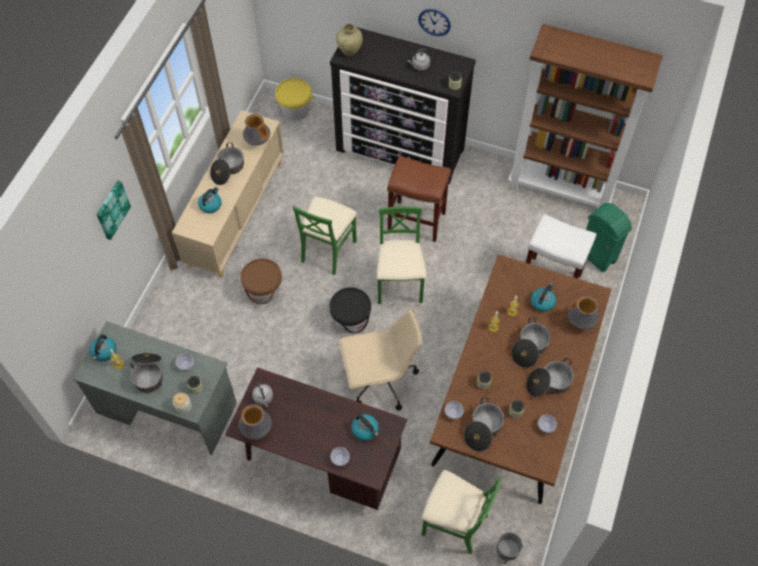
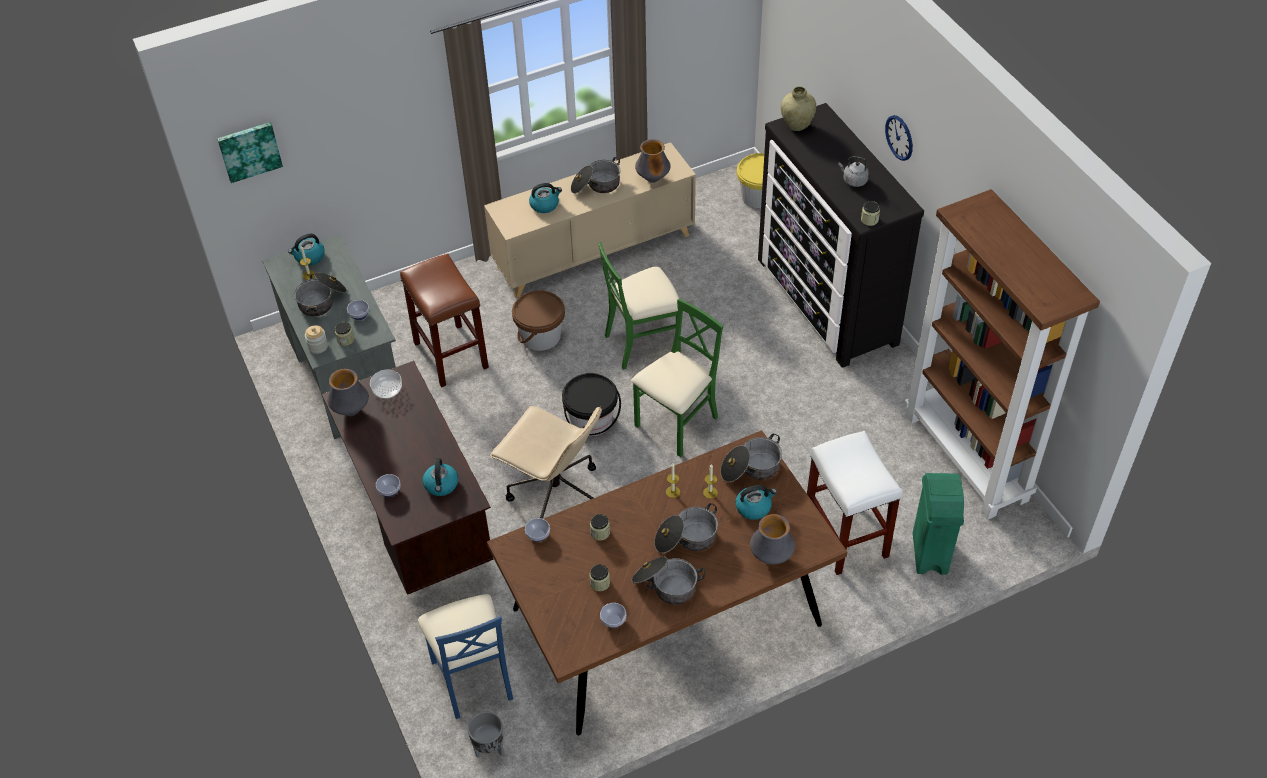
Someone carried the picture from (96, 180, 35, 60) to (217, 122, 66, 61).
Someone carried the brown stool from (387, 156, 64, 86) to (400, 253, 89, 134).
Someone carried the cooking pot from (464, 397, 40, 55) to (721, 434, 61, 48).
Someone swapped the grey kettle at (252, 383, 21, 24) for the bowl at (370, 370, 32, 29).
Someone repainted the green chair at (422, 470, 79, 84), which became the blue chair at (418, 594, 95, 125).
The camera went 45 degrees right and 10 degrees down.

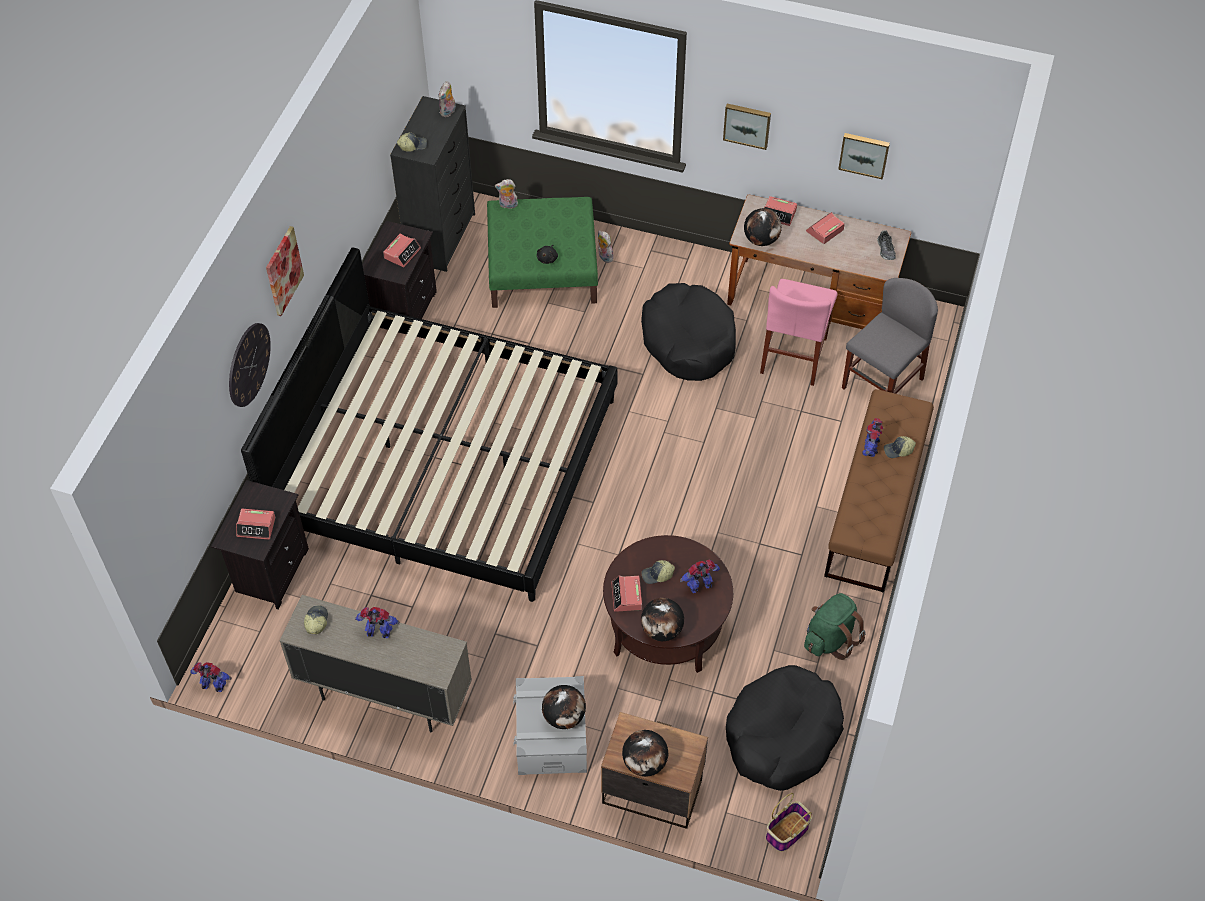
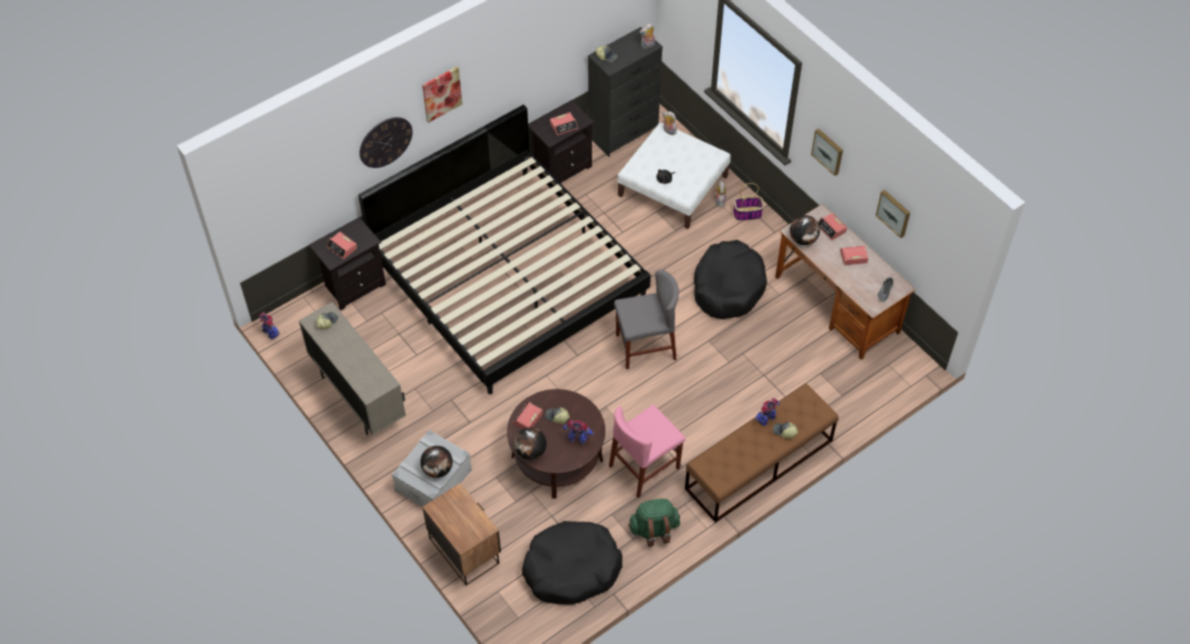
Someone took away the toy robot at (355, 607, 45, 31).
Someone took away the globe at (622, 730, 46, 47).
Someone carried the pink chair from (760, 279, 78, 107) to (609, 405, 76, 93).
Someone carried the basket from (766, 793, 46, 59) to (733, 183, 31, 38).
Someone carried the grey chair from (842, 278, 96, 116) to (614, 270, 65, 99).
Someone repainted the green ottoman at (487, 197, 111, 111), which became the white ottoman at (617, 122, 114, 107).
The camera went 35 degrees right and 0 degrees up.

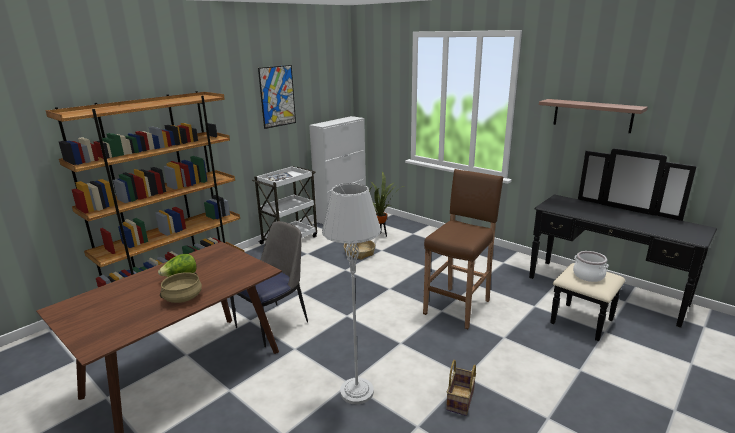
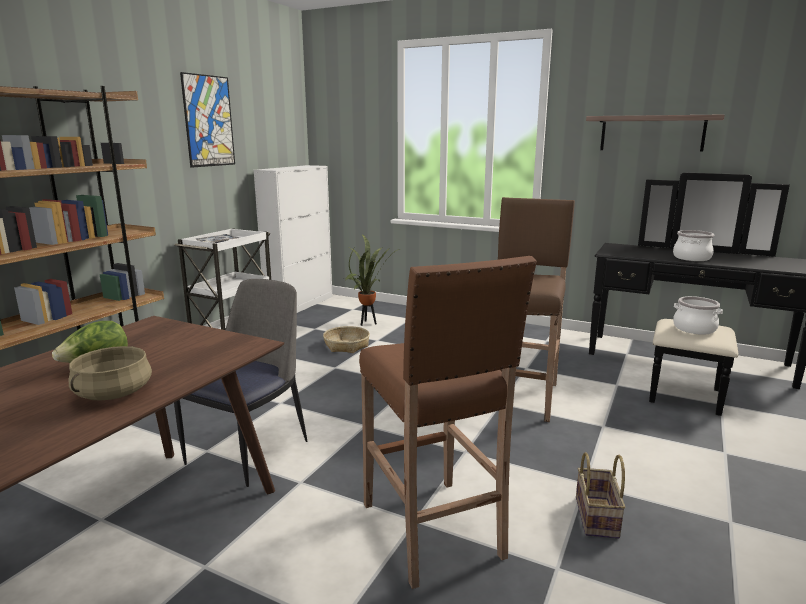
Someone put down the cooking pot at (673, 230, 41, 31).
Someone swapped the grey floor lamp at (322, 183, 59, 221) for the brown stool at (359, 256, 178, 333).
The camera went 15 degrees left and 5 degrees down.

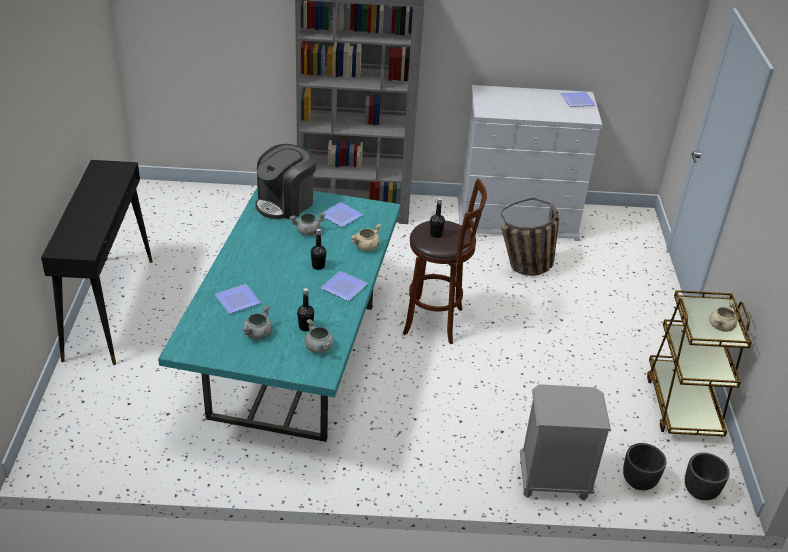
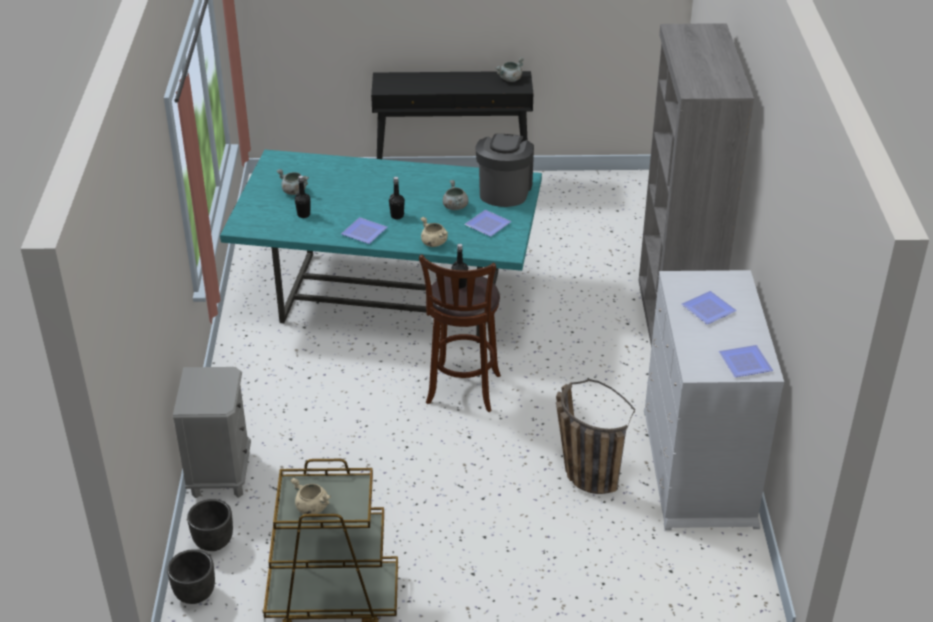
Someone carried the plate from (215, 284, 46, 30) to (681, 291, 56, 33).
Someone carried the grey cooking pot from (305, 319, 28, 34) to (496, 57, 28, 25).
Someone rotated the coffee machine at (255, 144, 61, 76) by 60 degrees clockwise.
The camera went 90 degrees right and 0 degrees up.

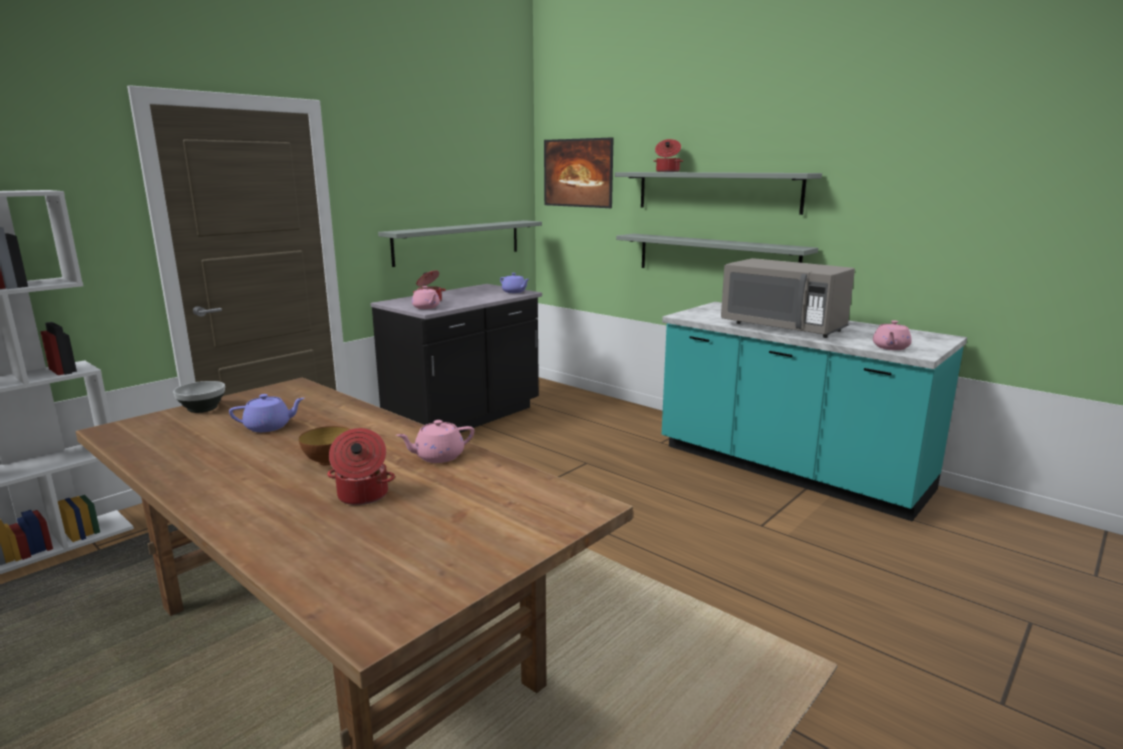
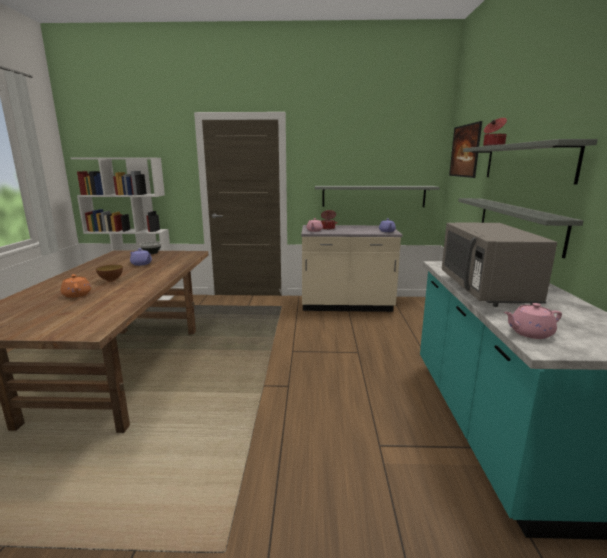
Someone took away the pink teapot at (396, 420, 78, 43).
Someone swapped the cooking pot at (327, 428, 68, 77) for the orange teapot at (61, 274, 30, 24).
Someone repainted the black counter at (370, 284, 172, 149), which became the beige counter at (301, 225, 102, 87).
The camera went 50 degrees right and 0 degrees up.

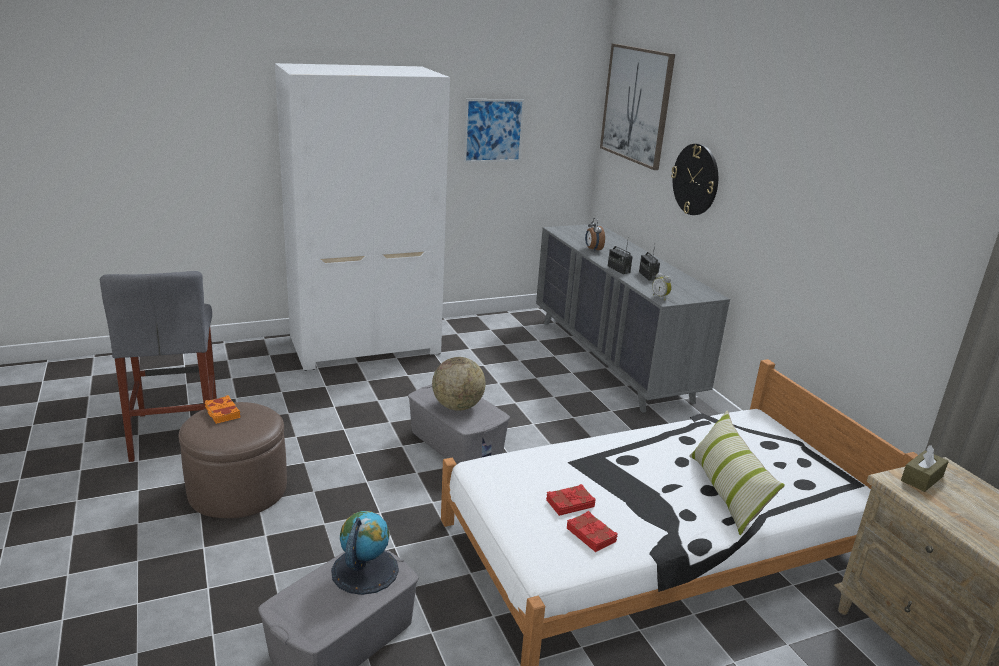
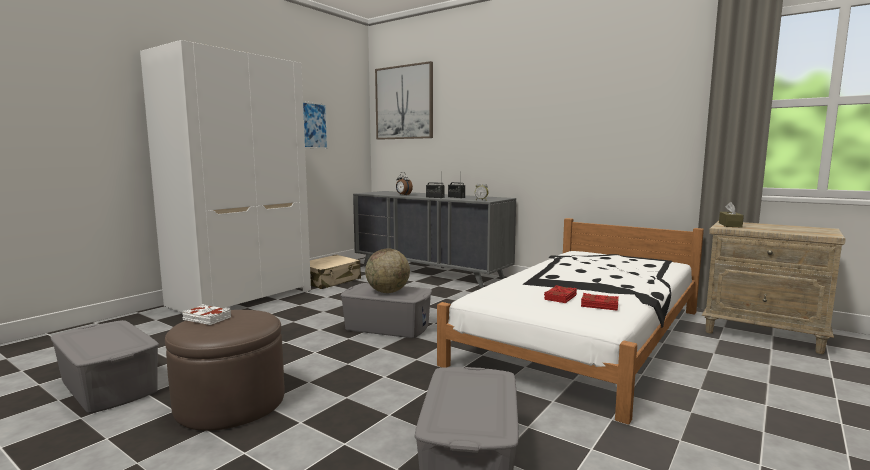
Someone took away the globe at (331, 511, 68, 84).
Someone took away the wall clock at (671, 144, 47, 71).
Someone took away the pillow at (689, 411, 96, 124).
Someone put down the beige suitcase at (310, 255, 51, 34).
Someone swapped the grey stool at (100, 271, 117, 191) for the grey storage box at (51, 320, 108, 94).
Someone repainted the orange book at (205, 395, 35, 29), which became the white book at (182, 304, 49, 21).
The camera went 30 degrees left and 15 degrees down.

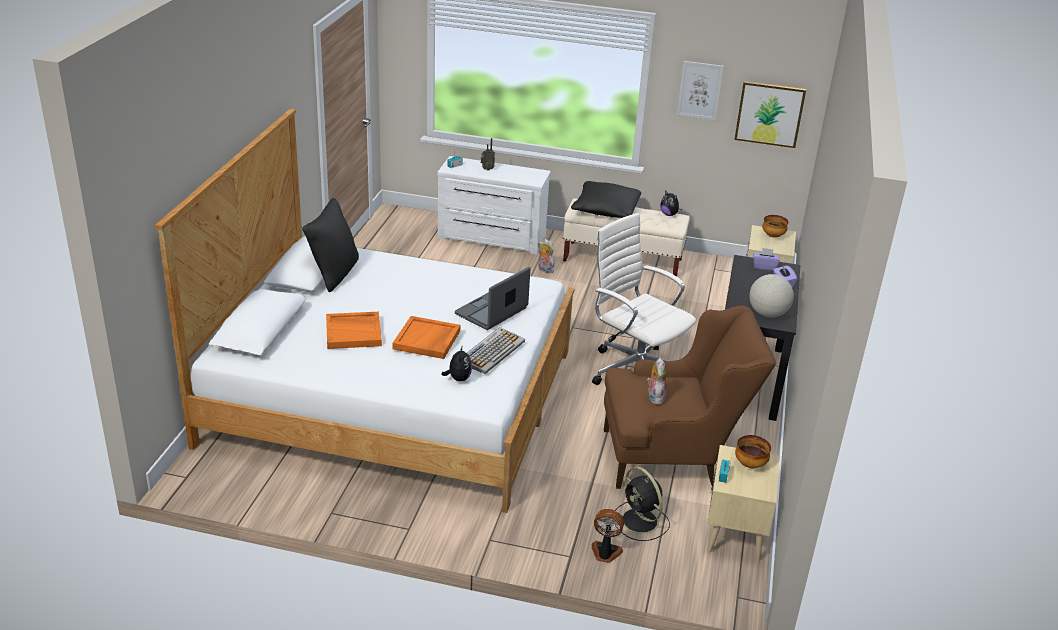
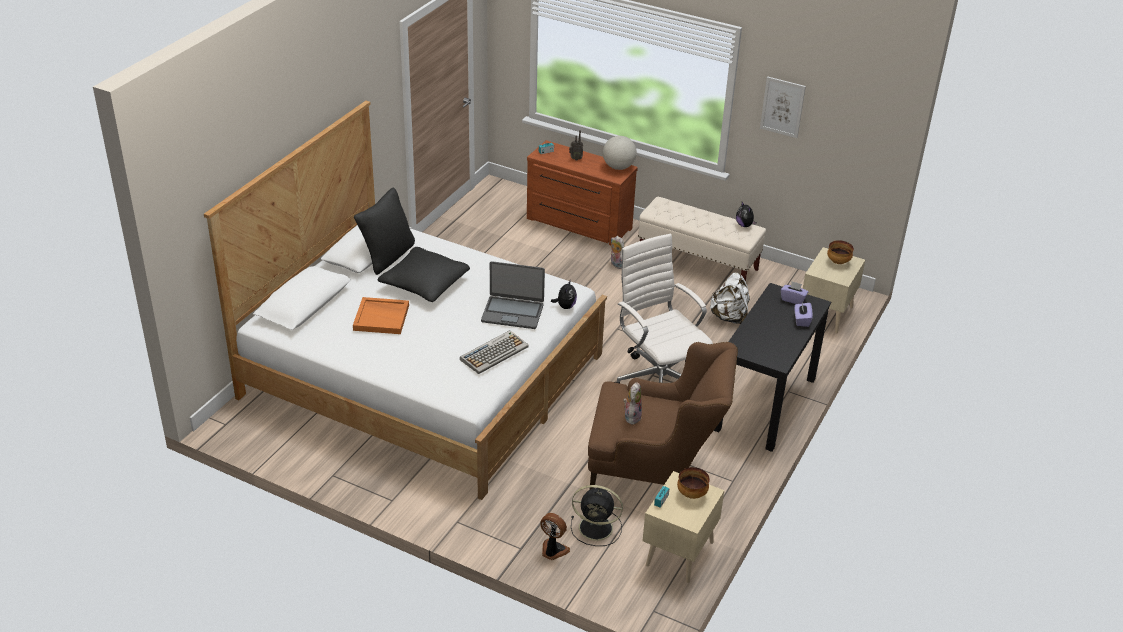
Someone took away the orange tray at (393, 316, 67, 43).
Someone took away the picture at (734, 81, 72, 67).
Someone put down the white backpack at (710, 272, 40, 52).
Someone carried the plush toy from (441, 345, 31, 36) to (551, 279, 26, 30).
Someone carried the black pillow from (571, 181, 70, 37) to (378, 247, 92, 55).
Someone carried the globe from (749, 274, 45, 44) to (603, 136, 34, 34).
Someone repainted the white dresser at (437, 156, 114, 98), which became the brown dresser at (527, 140, 111, 105).
Someone rotated the laptop at (455, 267, 75, 63) by 135 degrees counterclockwise.
Someone rotated the black fan at (615, 467, 55, 74) by 60 degrees counterclockwise.
The camera went 15 degrees right and 5 degrees up.

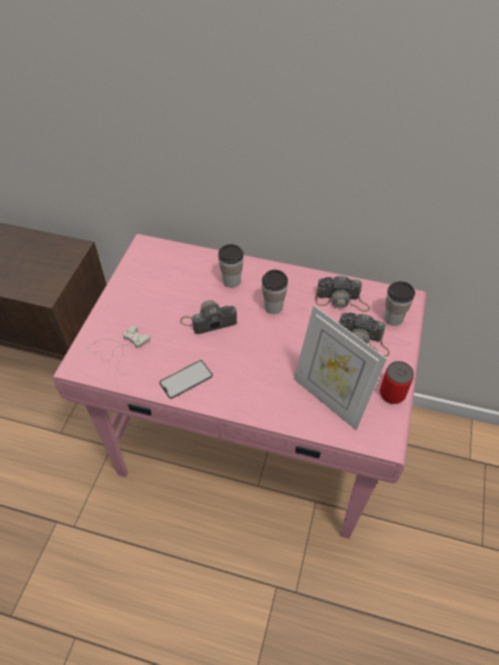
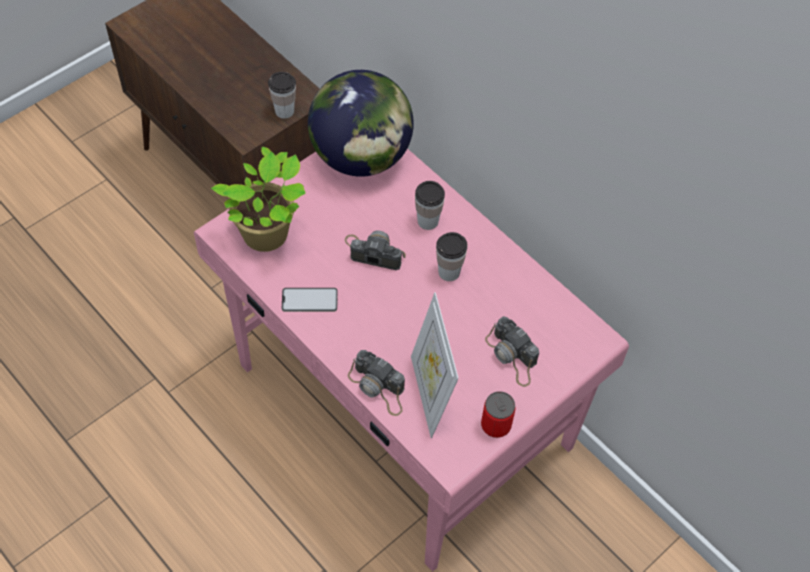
Someone put down the globe at (308, 70, 106, 107).
Someone carried the photo camera from (315, 275, 55, 37) to (348, 350, 57, 66).
Someone carried the cup from (384, 281, 31, 45) to (268, 72, 28, 47).
Someone swapped the white game controller at (87, 325, 63, 50) for the potted plant at (211, 147, 95, 105).
The camera went 30 degrees right and 5 degrees up.

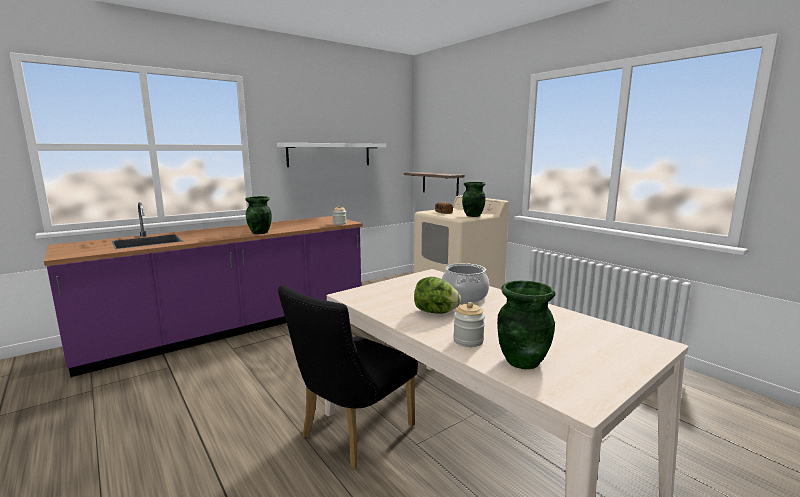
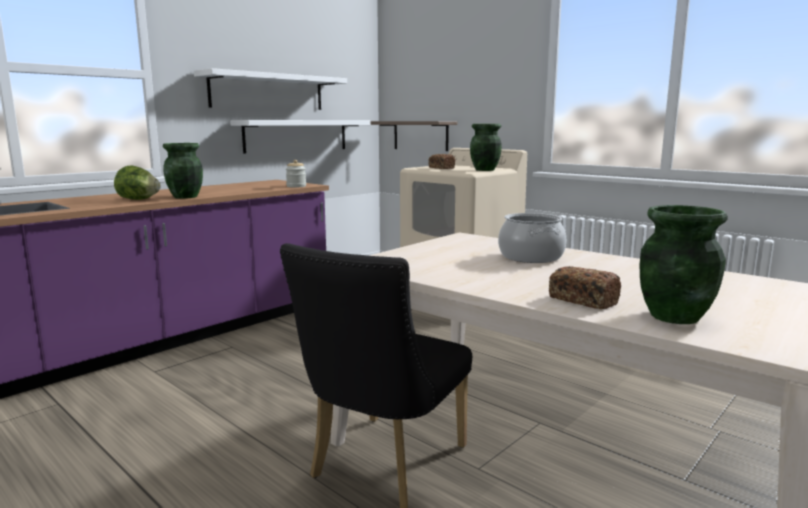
Someone put up the white shelf at (230, 120, 140, 34).
Someone carried the lettuce from (414, 277, 47, 37) to (114, 166, 47, 34).
Someone swapped the jar at (453, 302, 32, 45) for the bread at (549, 266, 72, 43).
The camera went 10 degrees left and 0 degrees up.

